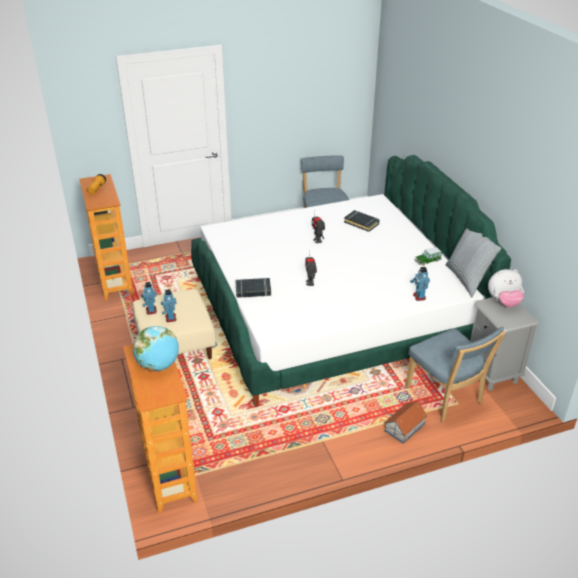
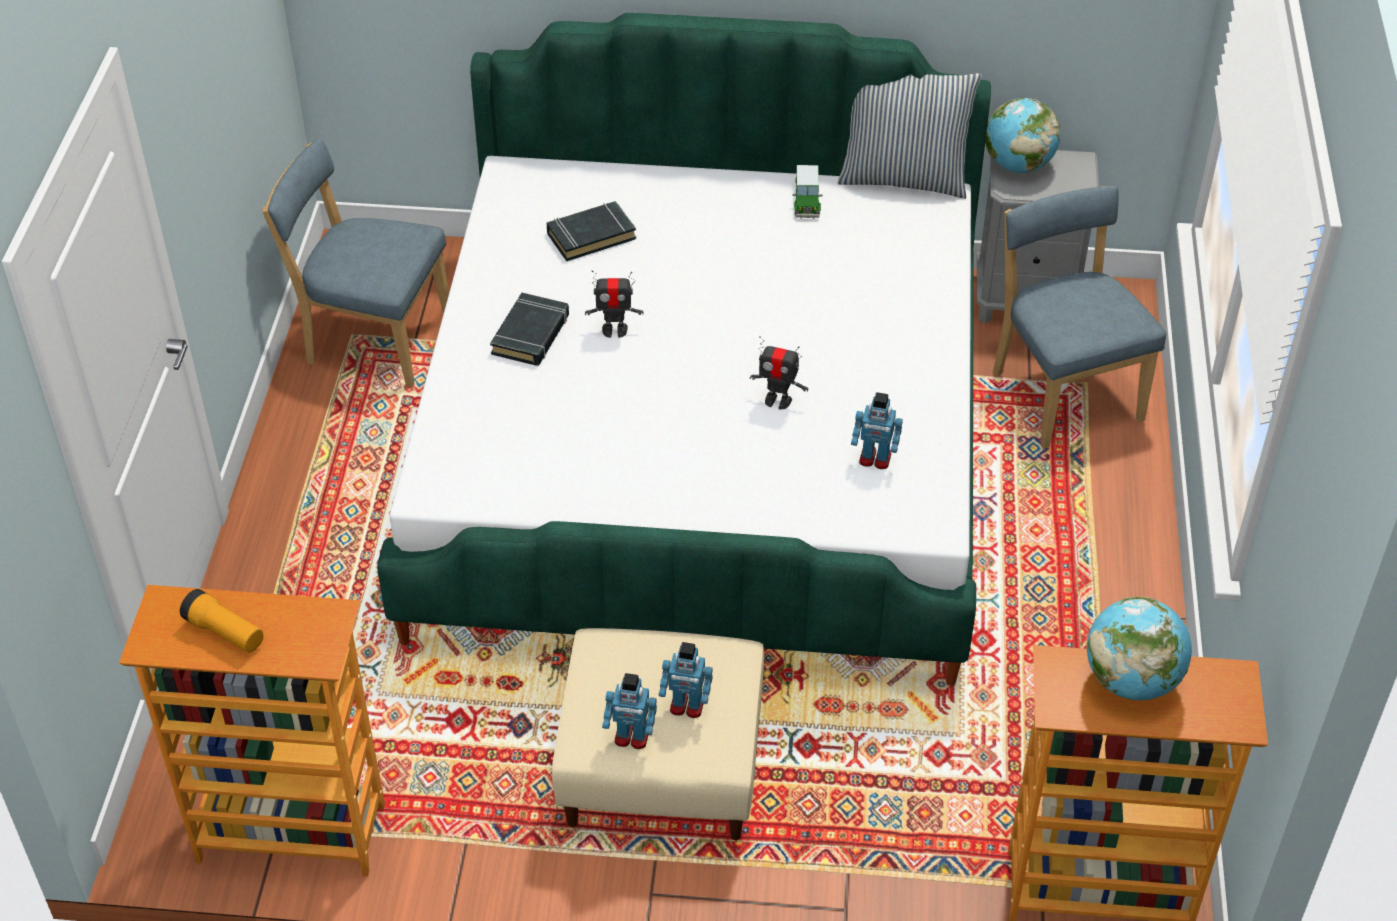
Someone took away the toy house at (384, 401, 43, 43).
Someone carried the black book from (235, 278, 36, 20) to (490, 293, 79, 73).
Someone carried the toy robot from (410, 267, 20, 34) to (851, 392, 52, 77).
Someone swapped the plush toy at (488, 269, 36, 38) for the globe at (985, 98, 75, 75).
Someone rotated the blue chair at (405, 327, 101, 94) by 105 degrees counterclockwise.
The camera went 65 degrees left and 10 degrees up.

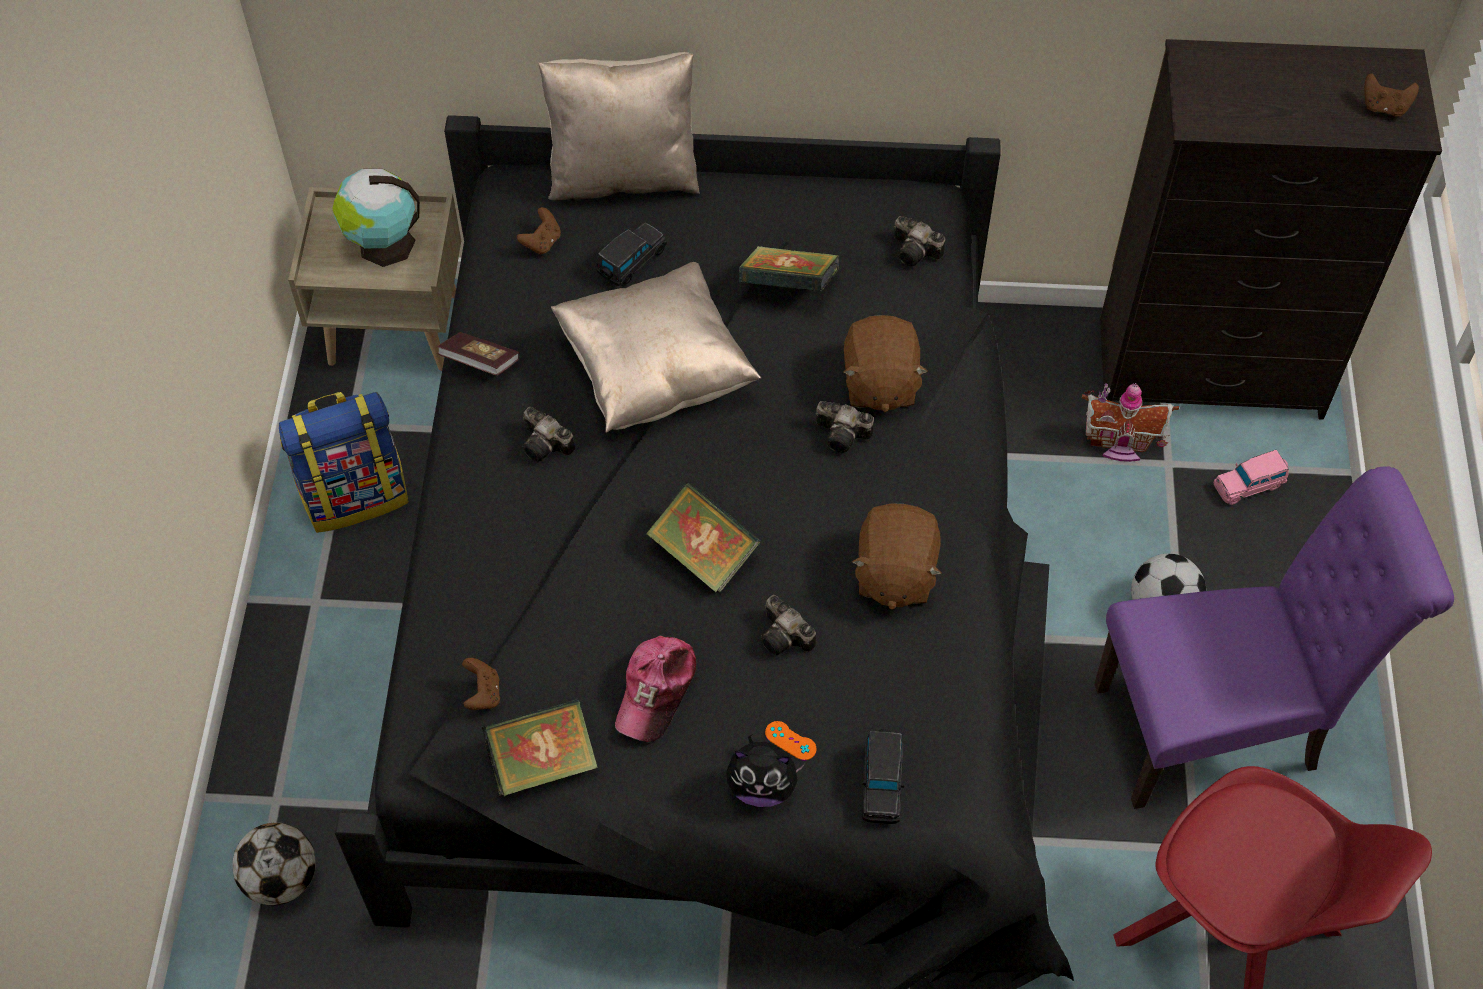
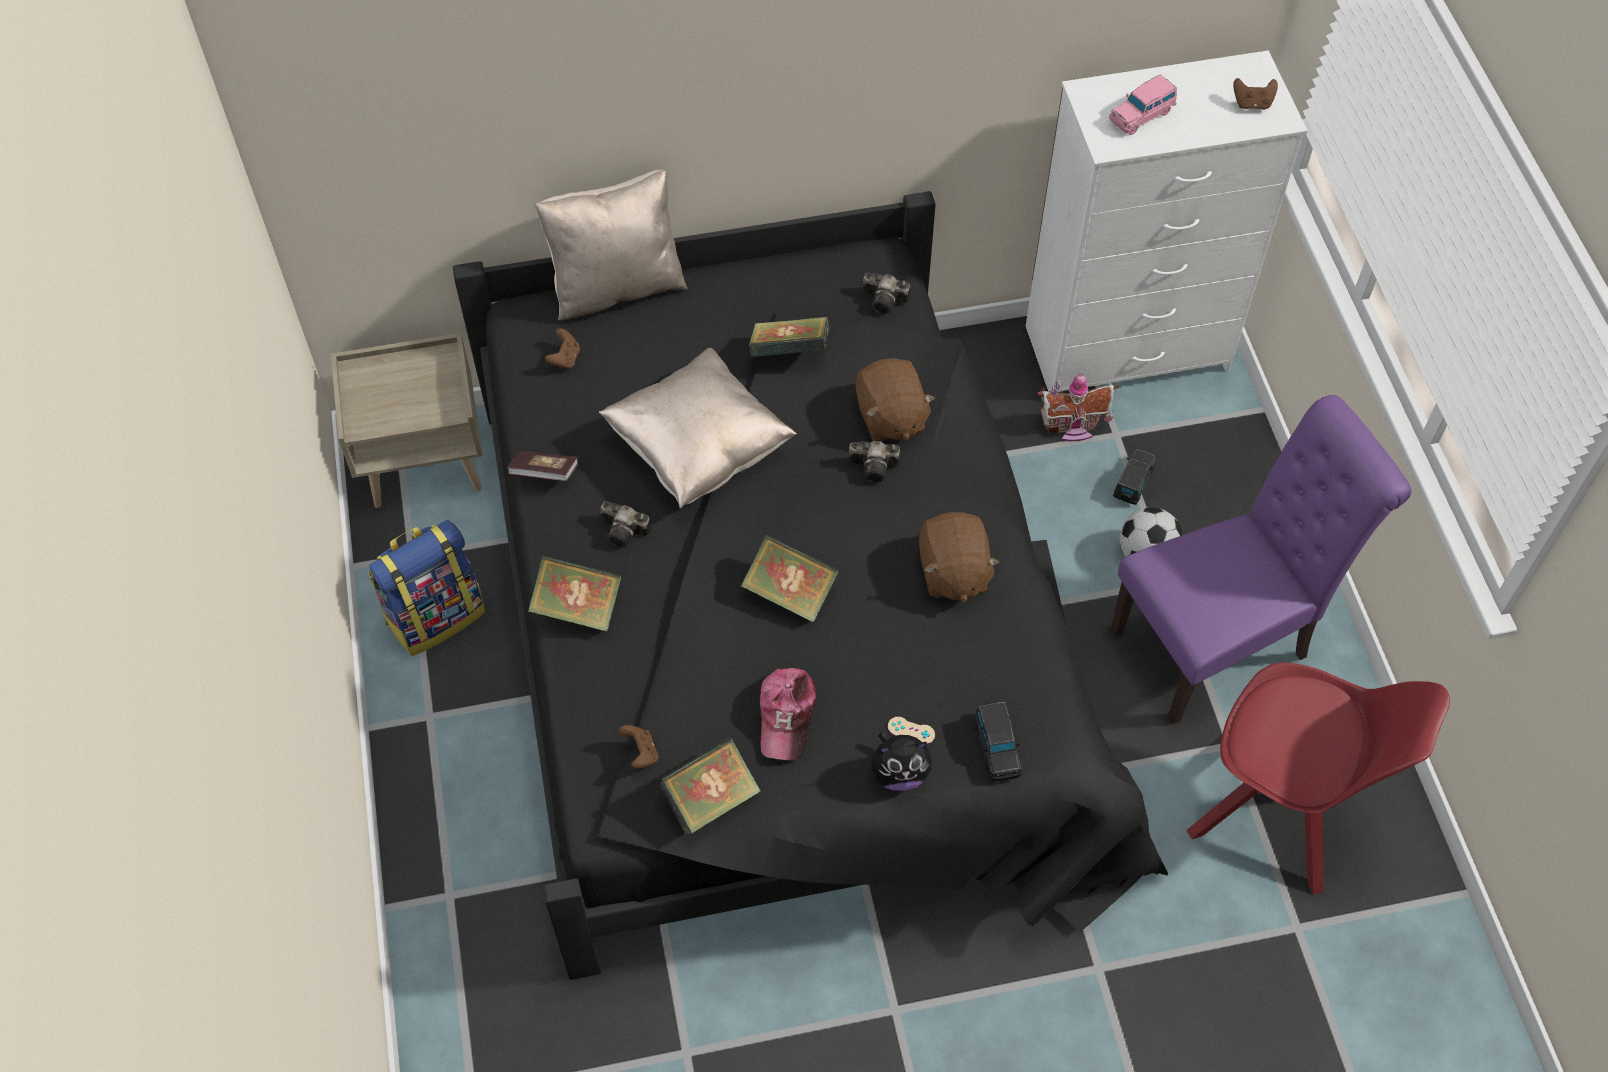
Someone took away the football at (232, 823, 83, 82).
Someone took away the globe at (332, 169, 88, 98).
Someone took away the photo camera at (761, 595, 55, 60).
Someone put down the book at (528, 555, 94, 76).
Someone carried the black toy car from (596, 223, 71, 63) to (1113, 449, 43, 56).
Someone carried the pink toy car from (1214, 450, 75, 55) to (1109, 74, 68, 61).
Someone repainted the orange game controller at (765, 721, 52, 40), which became the beige game controller at (888, 717, 47, 27).
Someone repainted the black dresser at (1100, 39, 342, 381), which became the white dresser at (1026, 50, 282, 342).
The camera went 15 degrees left and 0 degrees up.

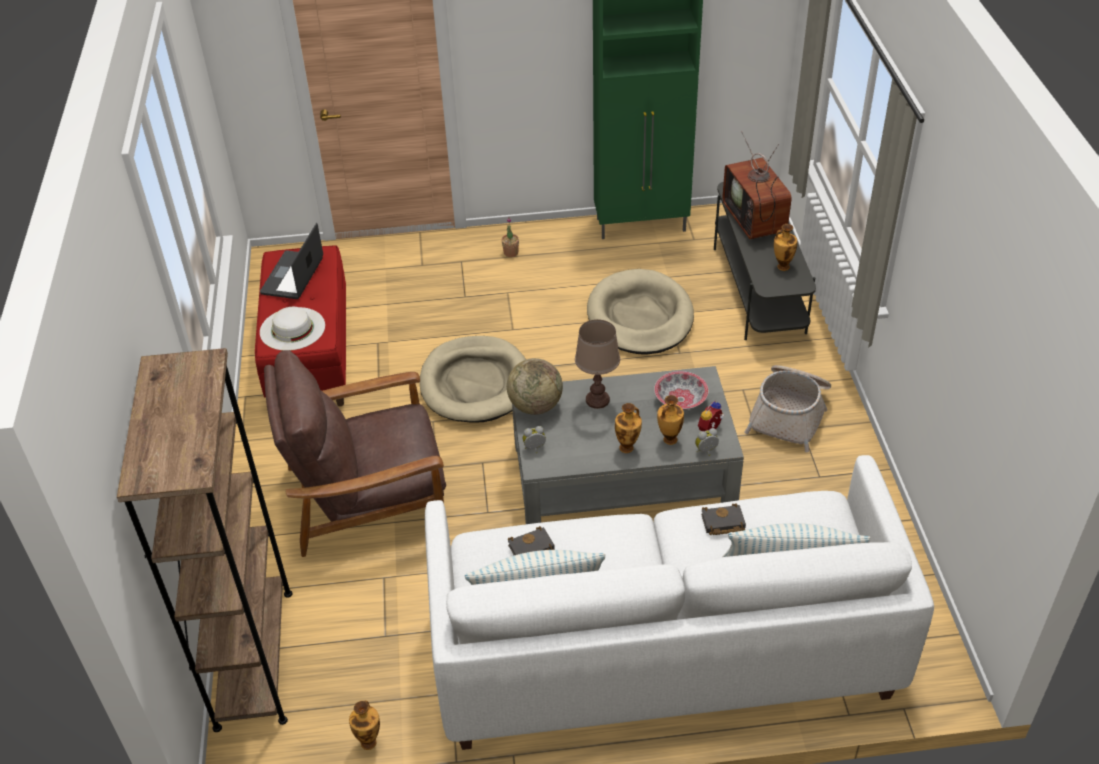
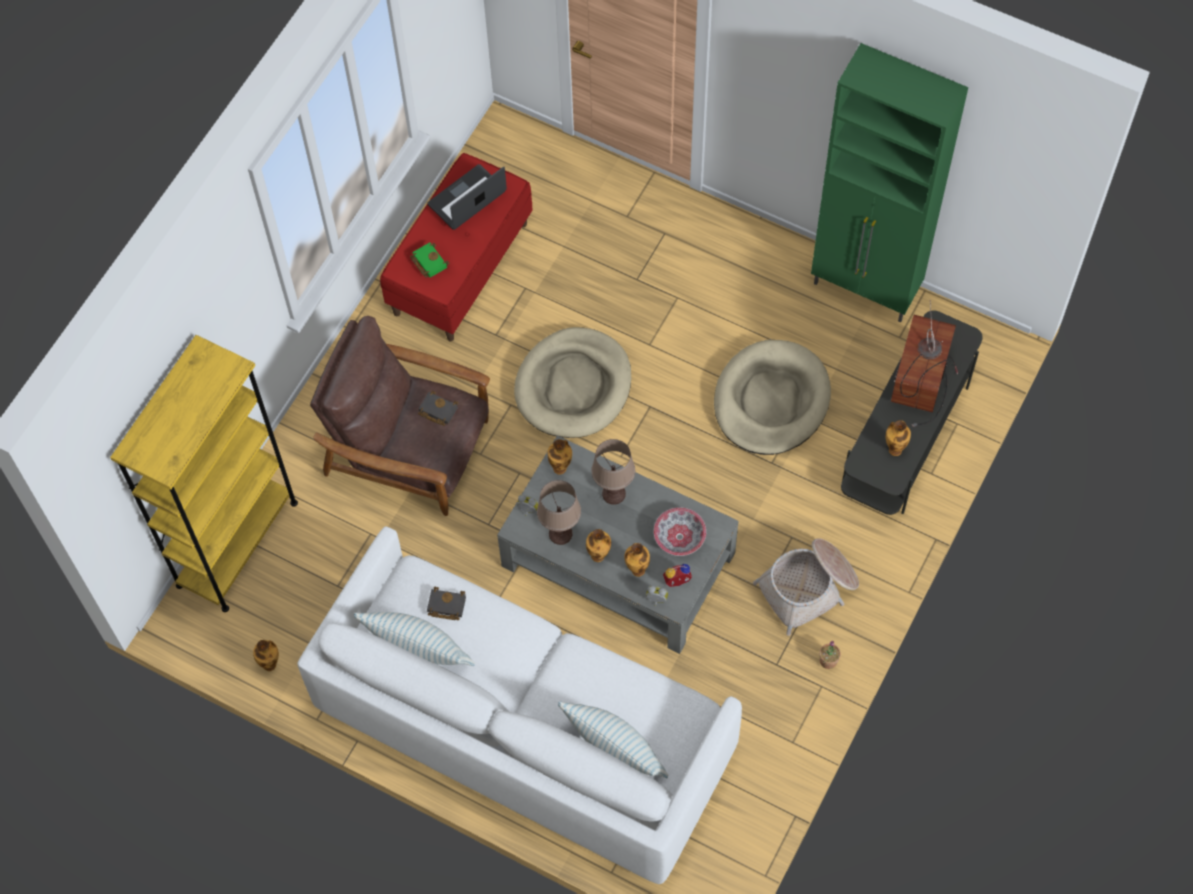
Someone put down the brown table lamp at (537, 480, 44, 65).
Someone carried the potted plant from (501, 217, 18, 40) to (819, 641, 22, 28).
Someone carried the black book from (701, 503, 45, 32) to (418, 390, 40, 36).
Someone swapped the white hat at (260, 307, 65, 44) for the green book at (410, 242, 40, 36).
Someone swapped the globe at (507, 358, 56, 57) for the vase at (548, 439, 24, 36).
Someone repainted the brown bookcase at (117, 348, 176, 384), which became the yellow bookcase at (110, 335, 188, 277).
The camera went 35 degrees right and 20 degrees up.

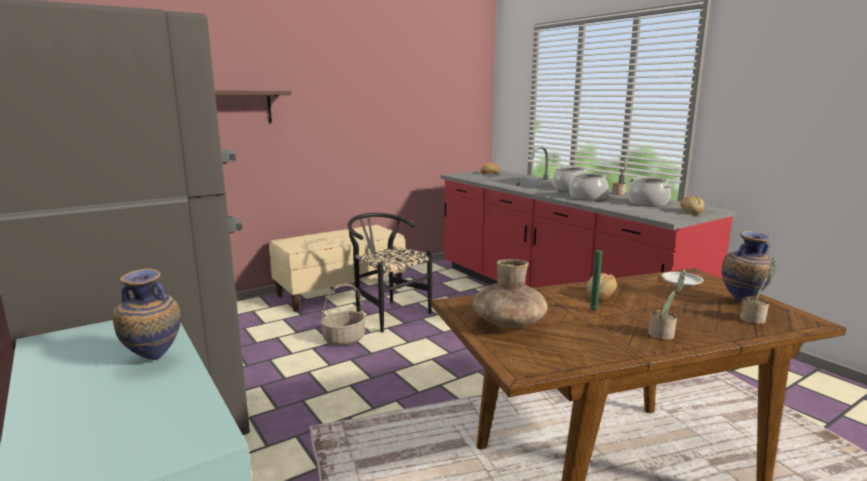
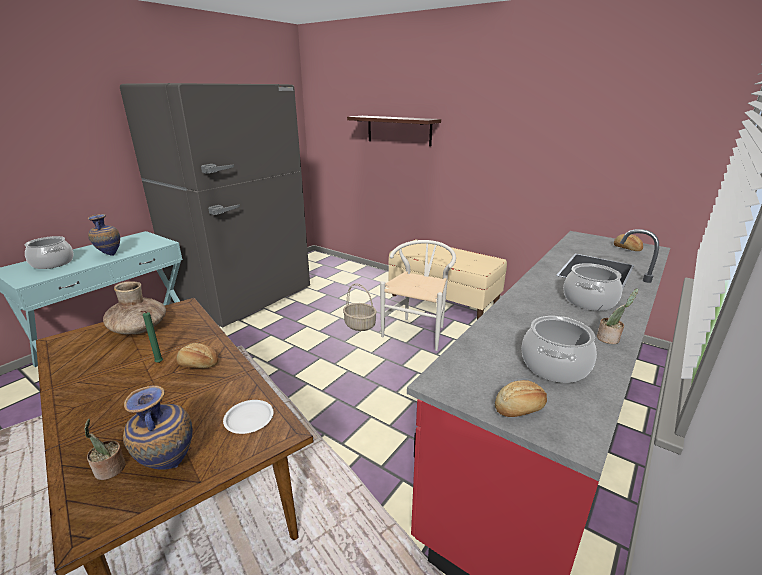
Someone took away the potted plant at (648, 269, 38, 71).
Someone carried the cooking pot from (569, 173, 39, 27) to (25, 236, 48, 33).
Someone repainted the black chair at (347, 213, 85, 119), which became the white chair at (380, 240, 76, 111).
The camera went 70 degrees right and 10 degrees up.

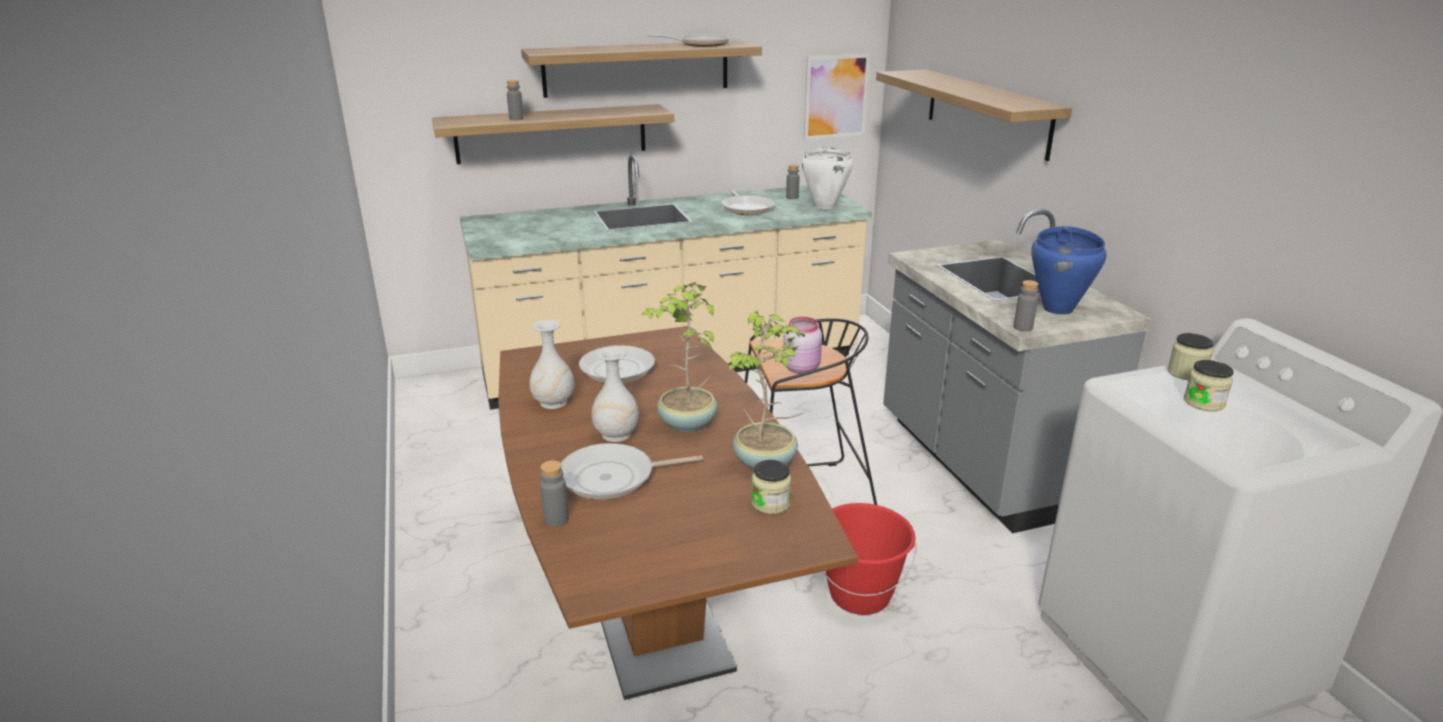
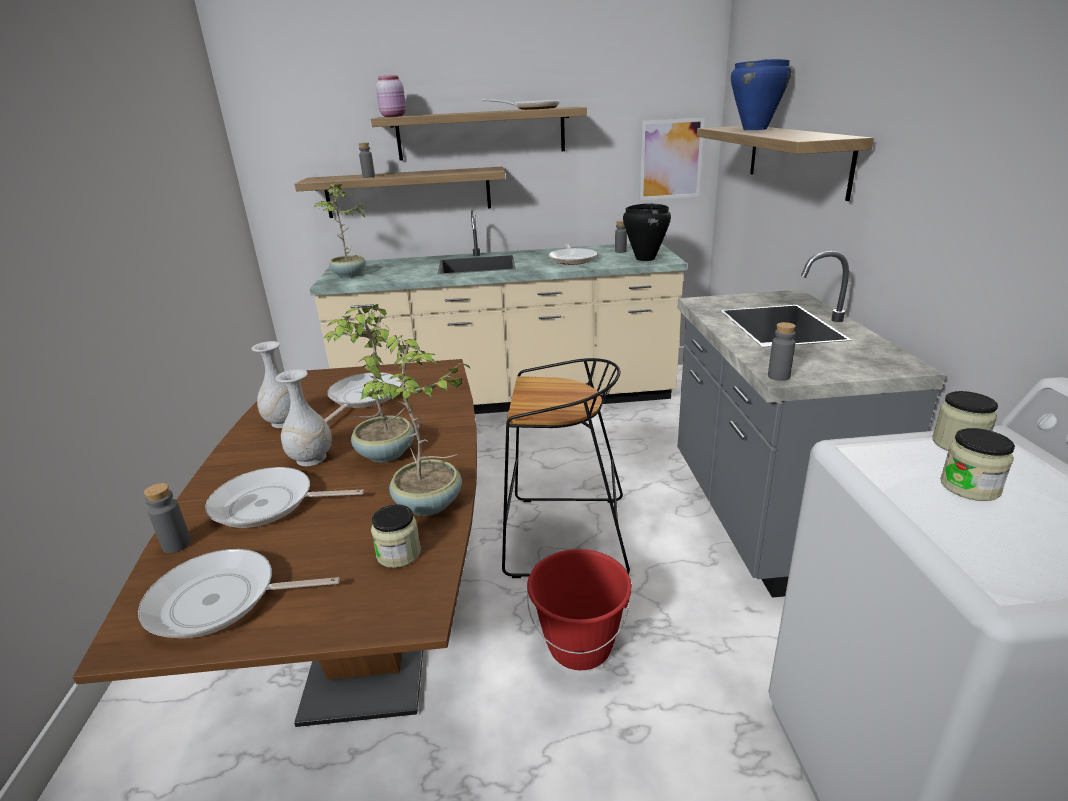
Someone put down the frying pan at (138, 549, 202, 89).
Someone put down the potted plant at (314, 183, 52, 95).
Someone carried the pink jar from (783, 317, 39, 57) to (376, 75, 30, 42).
Someone carried the blue cooking pot from (1031, 226, 76, 89) to (731, 59, 61, 71).
Someone repainted the white cooking pot at (802, 147, 51, 62), which became the black cooking pot at (623, 203, 48, 58).
The camera went 15 degrees right and 0 degrees up.

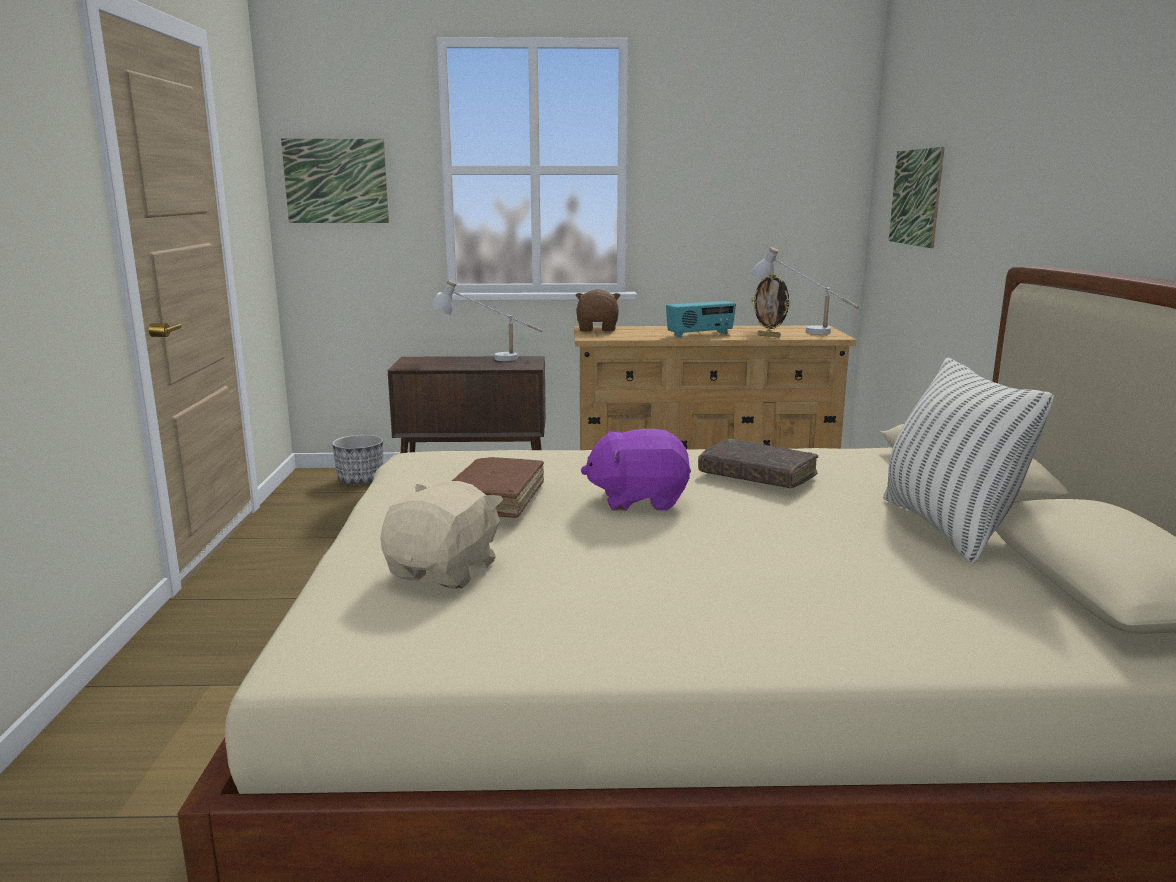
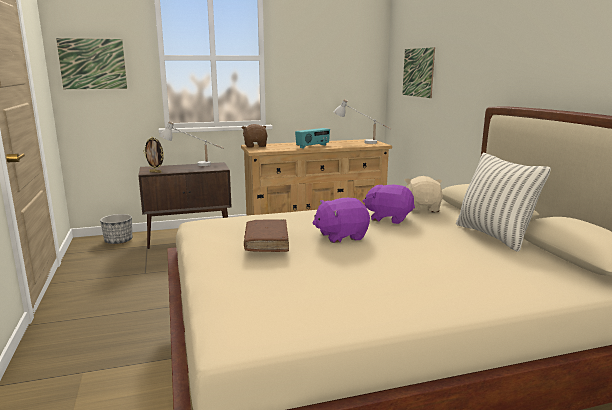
Someone carried the beige plush toy from (380, 481, 123, 108) to (405, 176, 38, 37).
Someone carried the picture frame from (751, 273, 40, 64) to (143, 137, 21, 36).
Someone swapped the brown book at (698, 439, 120, 49) for the purple plush toy at (363, 185, 52, 39).
The camera went 15 degrees left and 0 degrees up.

